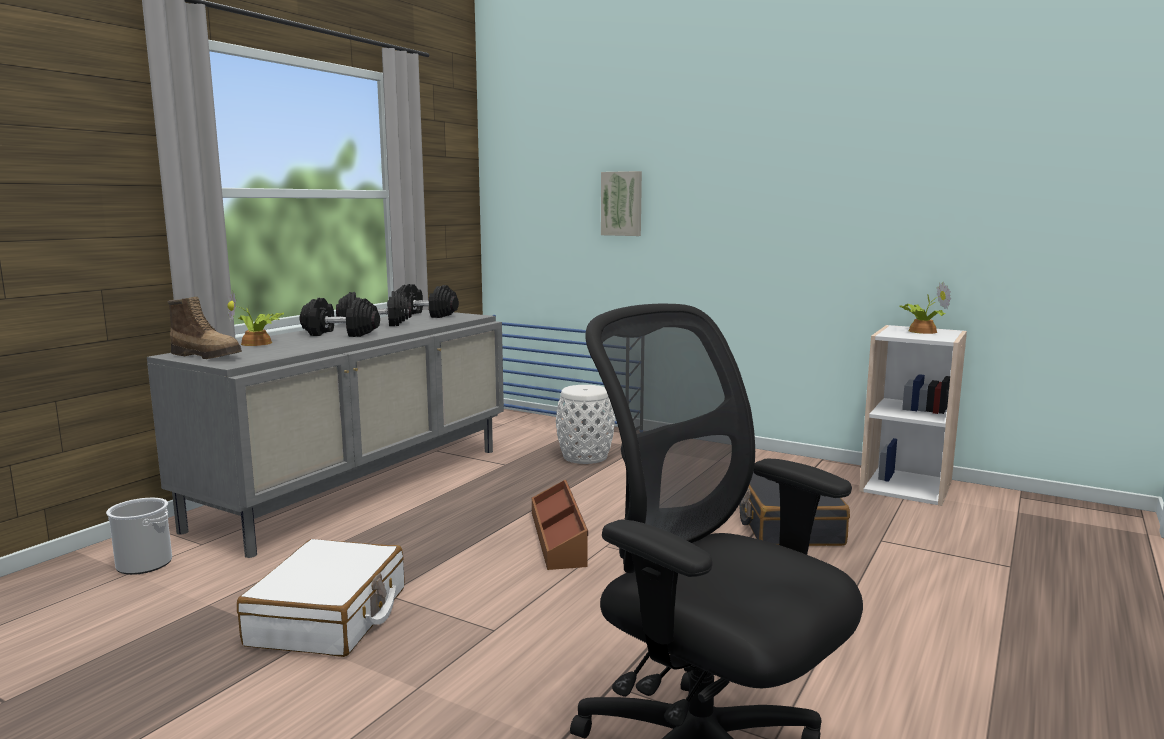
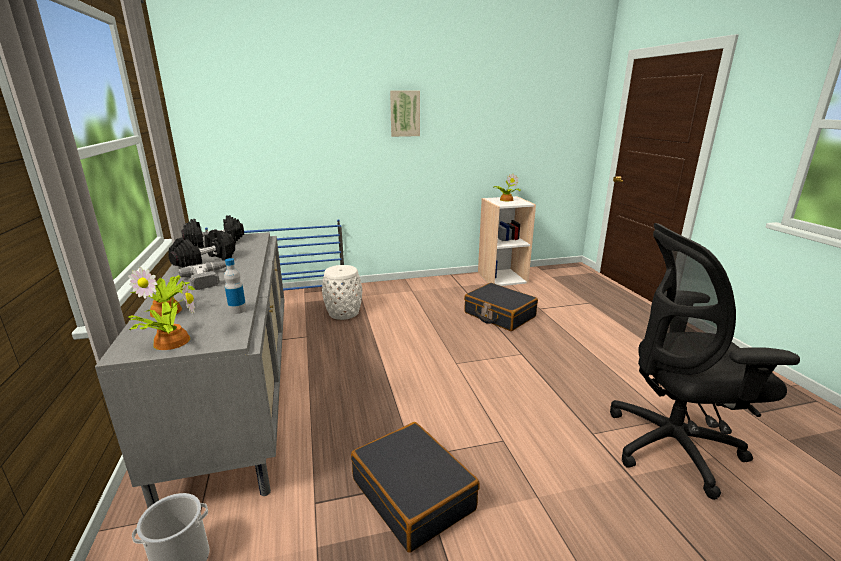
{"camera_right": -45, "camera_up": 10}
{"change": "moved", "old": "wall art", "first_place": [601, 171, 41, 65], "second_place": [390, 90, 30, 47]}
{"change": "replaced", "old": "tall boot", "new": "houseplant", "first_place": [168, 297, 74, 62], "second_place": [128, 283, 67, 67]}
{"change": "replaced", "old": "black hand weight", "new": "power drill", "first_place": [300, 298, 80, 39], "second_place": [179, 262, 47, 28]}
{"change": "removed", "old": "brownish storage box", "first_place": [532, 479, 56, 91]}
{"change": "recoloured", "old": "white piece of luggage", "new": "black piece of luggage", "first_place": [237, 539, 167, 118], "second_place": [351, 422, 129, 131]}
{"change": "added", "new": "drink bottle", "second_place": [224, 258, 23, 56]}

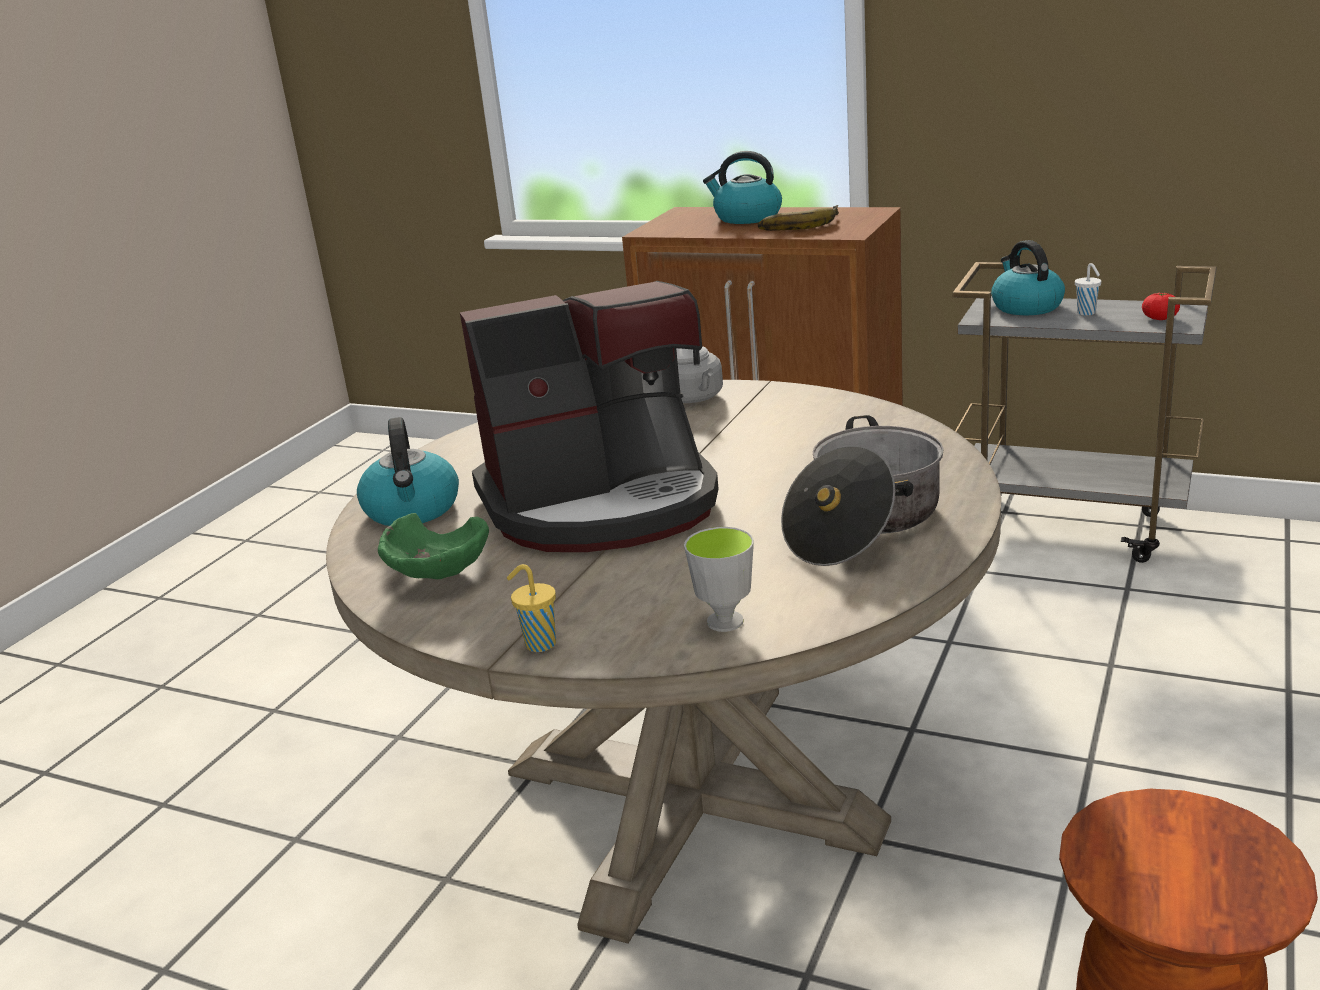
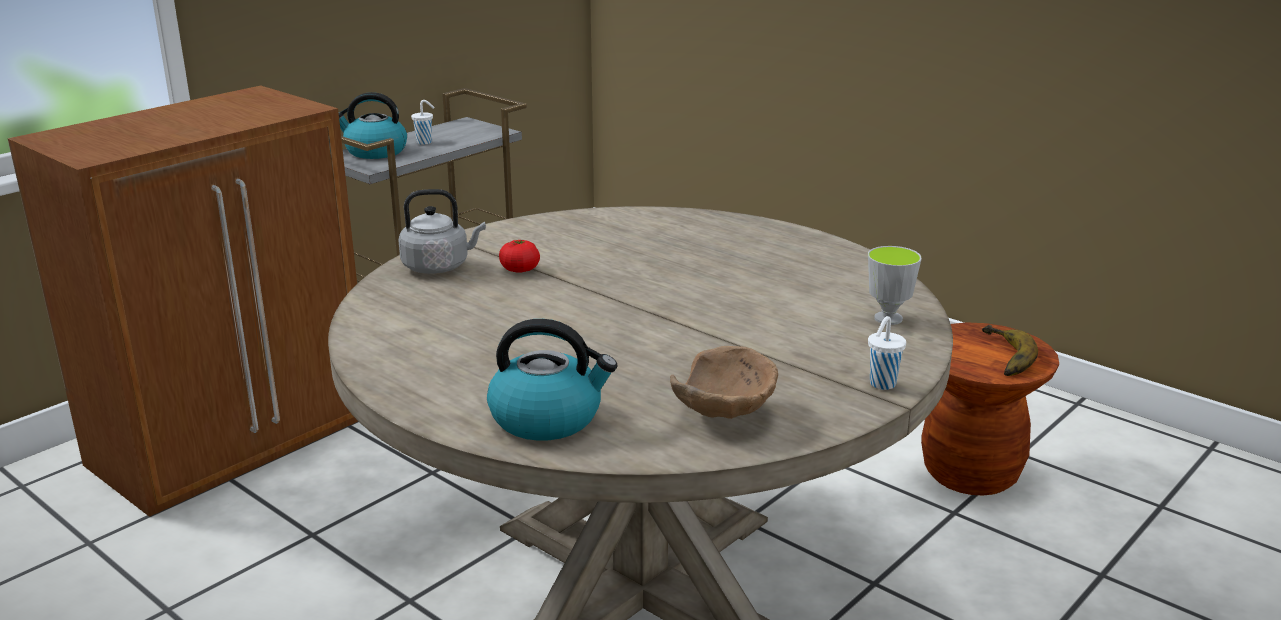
{"camera_right": -75, "camera_up": 0}
{"change": "removed", "old": "water kettle", "first_place": [703, 151, 79, 73]}
{"change": "moved", "old": "banana fruit", "first_place": [758, 205, 81, 26], "second_place": [982, 325, 56, 51]}
{"change": "removed", "old": "coffee maker", "first_place": [460, 281, 258, 271]}
{"change": "moved", "old": "whole tomato", "first_place": [1142, 293, 38, 27], "second_place": [499, 240, 41, 32]}
{"change": "removed", "old": "saucepot", "first_place": [781, 415, 162, 151]}
{"change": "recoloured", "old": "green bowl", "new": "brownish bowl", "first_place": [378, 513, 111, 66], "second_place": [670, 346, 108, 73]}
{"change": "recoloured", "old": "yellow-coloured small cup", "new": "white small cup", "first_place": [507, 564, 49, 88], "second_place": [868, 316, 38, 74]}

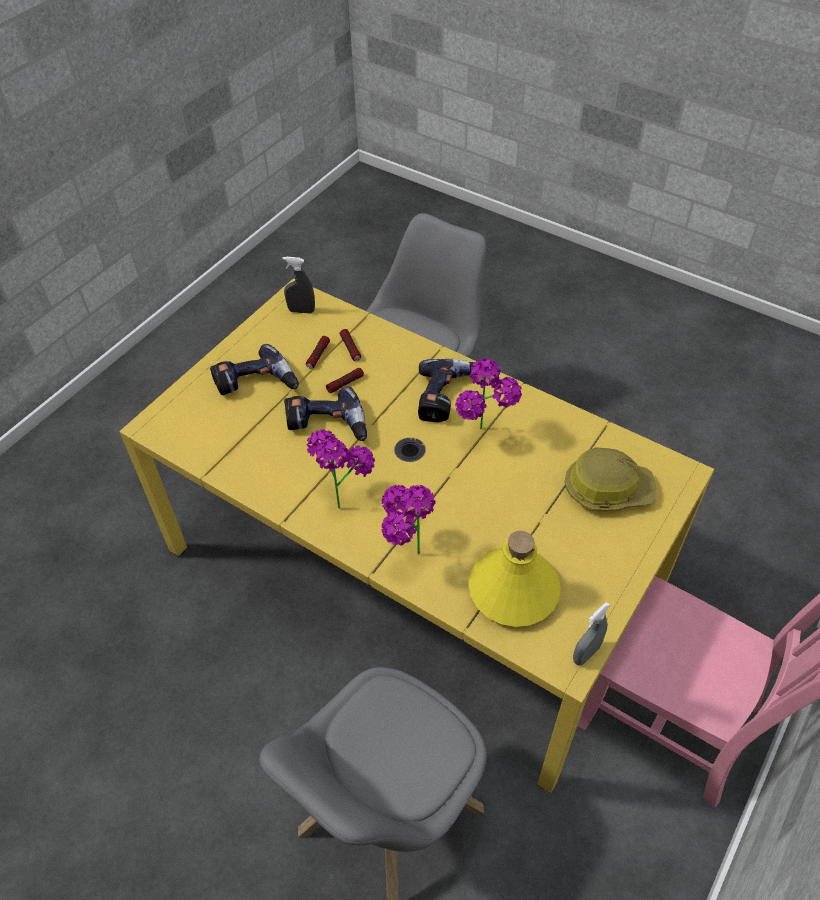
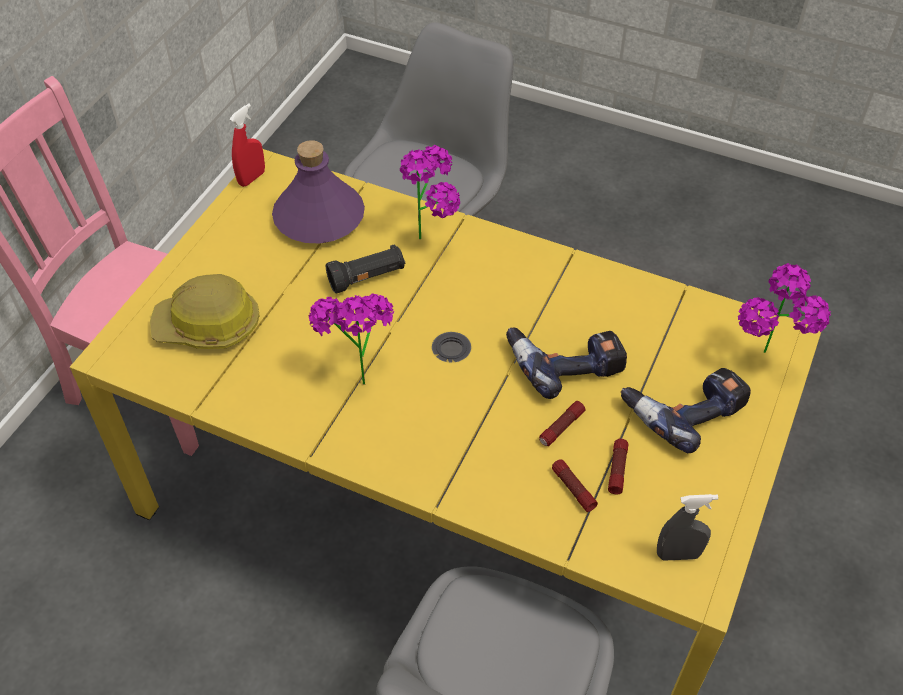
{"camera_right": 170, "camera_up": 0}
{"change": "removed", "old": "power drill", "first_place": [418, 359, 67, 63]}
{"change": "moved", "old": "houseplant", "first_place": [306, 429, 69, 79], "second_place": [738, 263, 93, 90]}
{"change": "recoloured", "old": "yellow-coloured drink bottle", "new": "purple drink bottle", "first_place": [468, 531, 93, 96], "second_place": [272, 140, 93, 103]}
{"change": "recoloured", "old": "gray hand sprayer", "new": "red-coloured hand sprayer", "first_place": [573, 602, 37, 64], "second_place": [229, 104, 36, 83]}
{"change": "added", "new": "black torch", "second_place": [326, 244, 79, 50]}

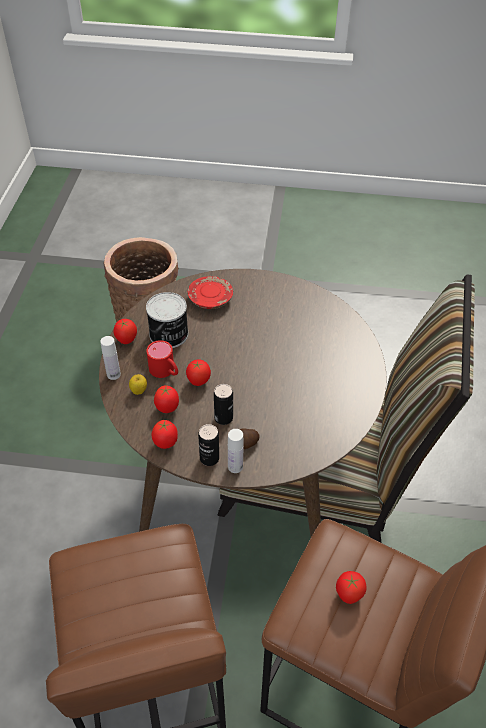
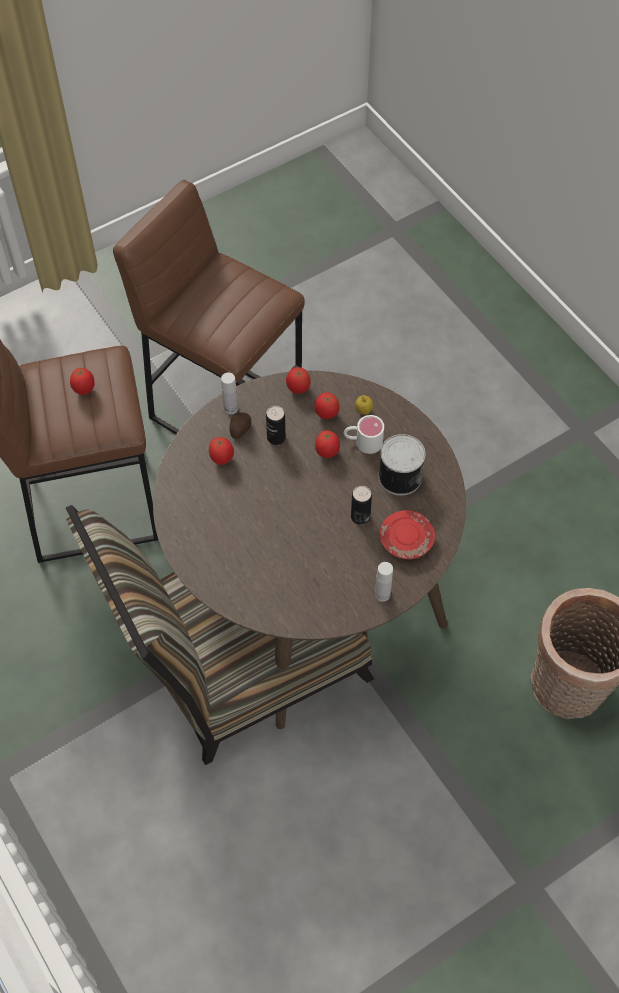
{"camera_right": 140, "camera_up": 10}
{"change": "moved", "old": "whole tomato", "first_place": [113, 319, 24, 25], "second_place": [209, 437, 25, 28]}
{"change": "moved", "old": "white drink bottle", "first_place": [100, 336, 21, 44], "second_place": [375, 562, 18, 40]}
{"change": "recoloured", "old": "red-coloured mug", "new": "white mug", "first_place": [147, 340, 31, 38], "second_place": [344, 415, 40, 39]}
{"change": "moved", "old": "metal can", "first_place": [198, 424, 21, 42], "second_place": [351, 486, 21, 39]}

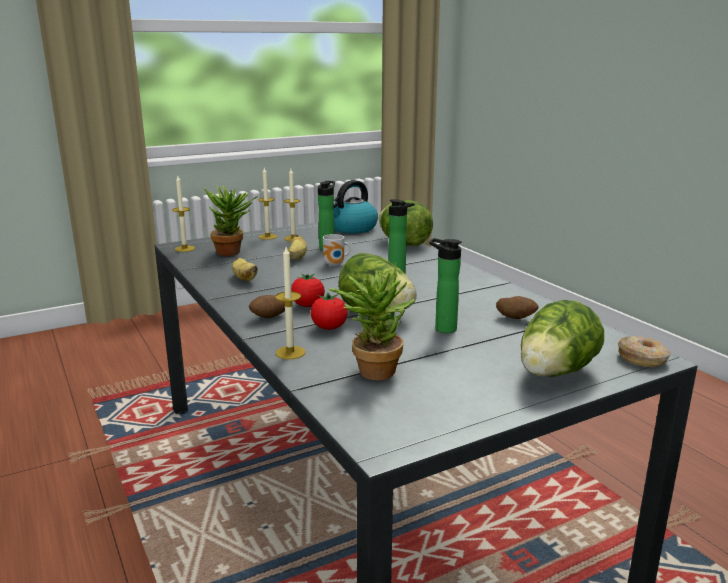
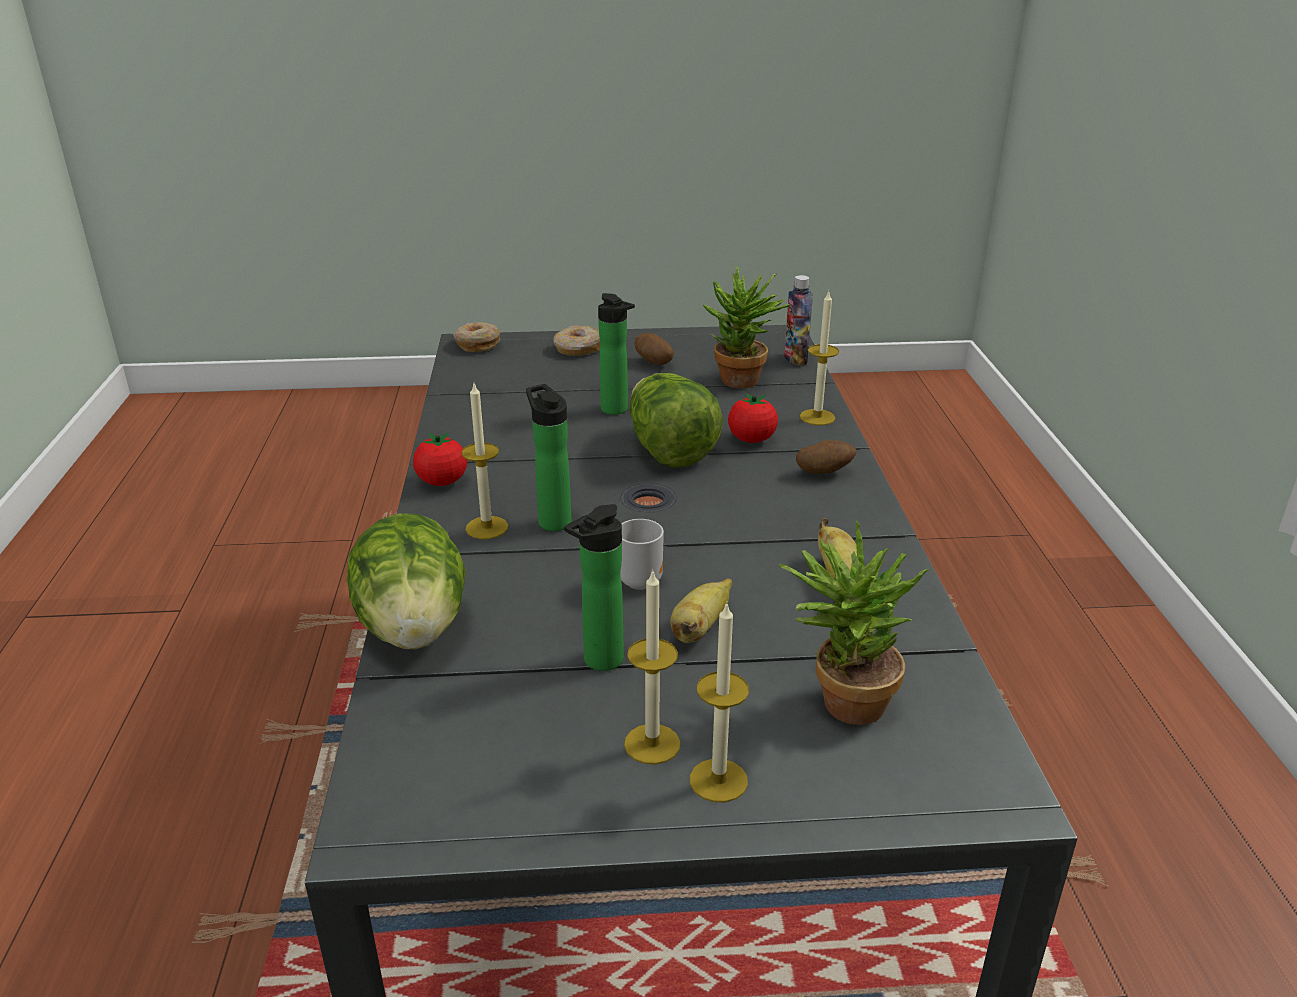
{"camera_right": -155, "camera_up": 10}
{"change": "moved", "old": "wax light", "first_place": [172, 176, 23, 76], "second_place": [461, 384, 47, 155]}
{"change": "removed", "old": "water kettle", "first_place": [333, 180, 45, 54]}
{"change": "moved", "old": "whole tomato", "first_place": [291, 273, 34, 34], "second_place": [413, 432, 54, 54]}
{"change": "moved", "old": "spud", "first_place": [496, 296, 43, 23], "second_place": [635, 333, 39, 32]}
{"change": "replaced", "old": "head of lettuce", "new": "doughnut", "first_place": [521, 300, 83, 77], "second_place": [553, 325, 47, 31]}
{"change": "added", "new": "drink bottle", "second_place": [784, 275, 29, 90]}

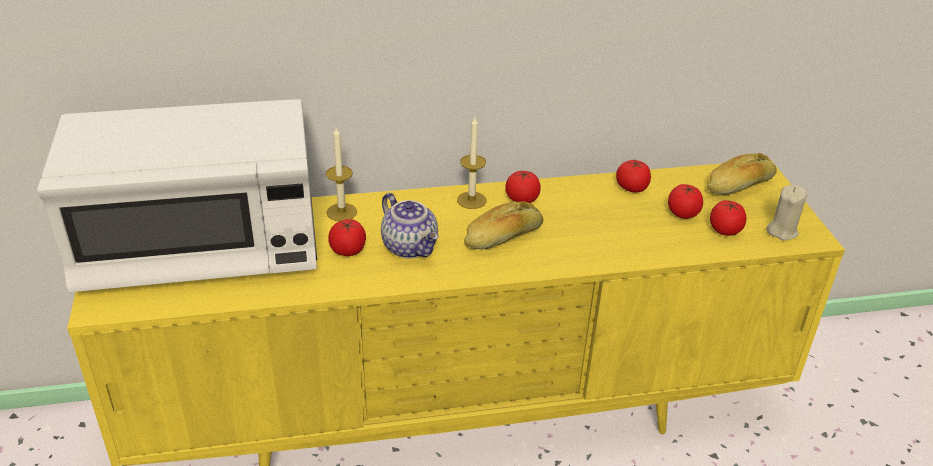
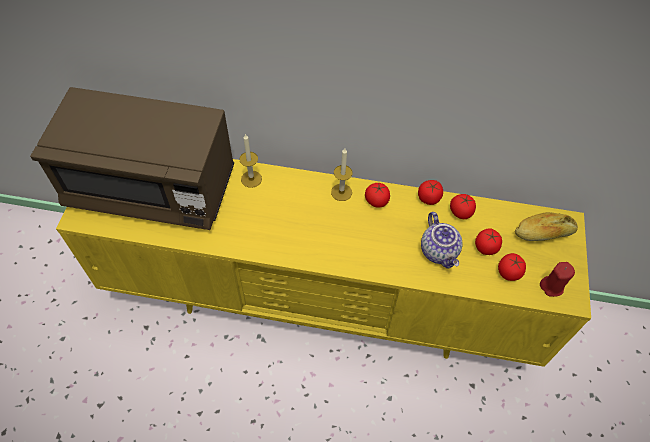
{"camera_right": 20, "camera_up": 20}
{"change": "recoloured", "old": "white kitchen microwave", "new": "brownish kitchen microwave", "first_place": [37, 99, 280, 193], "second_place": [30, 87, 204, 143]}
{"change": "recoloured", "old": "sand-coloured wax light", "new": "red-coloured wax light", "first_place": [766, 185, 41, 55], "second_place": [540, 262, 35, 35]}
{"change": "moved", "old": "pot for tea", "first_place": [381, 193, 58, 66], "second_place": [421, 212, 42, 56]}
{"change": "removed", "old": "bread", "first_place": [464, 201, 79, 48]}
{"change": "moved", "old": "whole tomato", "first_place": [328, 219, 38, 37], "second_place": [418, 180, 25, 25]}

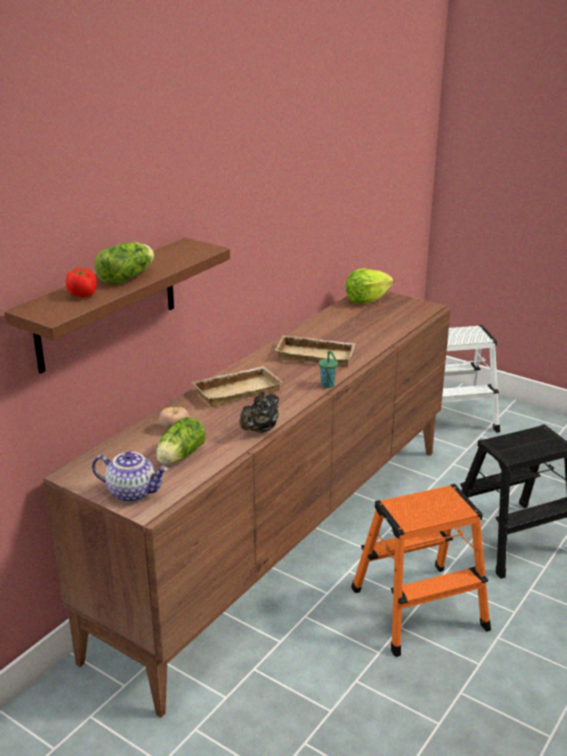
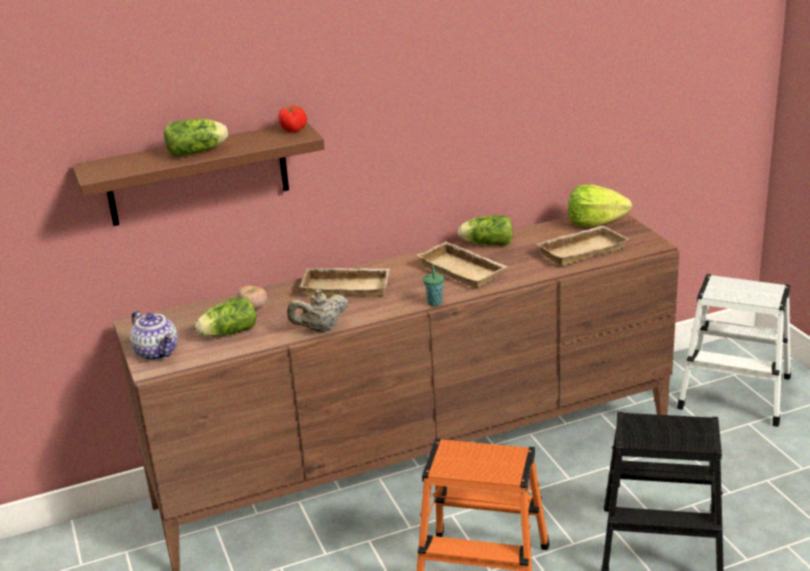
{"camera_right": 35, "camera_up": 0}
{"change": "moved", "old": "whole tomato", "first_place": [66, 268, 31, 30], "second_place": [278, 106, 29, 26]}
{"change": "recoloured", "old": "black pot for tea", "new": "sand-coloured pot for tea", "first_place": [239, 392, 40, 41], "second_place": [287, 290, 62, 42]}
{"change": "added", "new": "head of lettuce", "second_place": [458, 215, 55, 31]}
{"change": "added", "new": "sand-coloured serving tray", "second_place": [536, 225, 92, 41]}

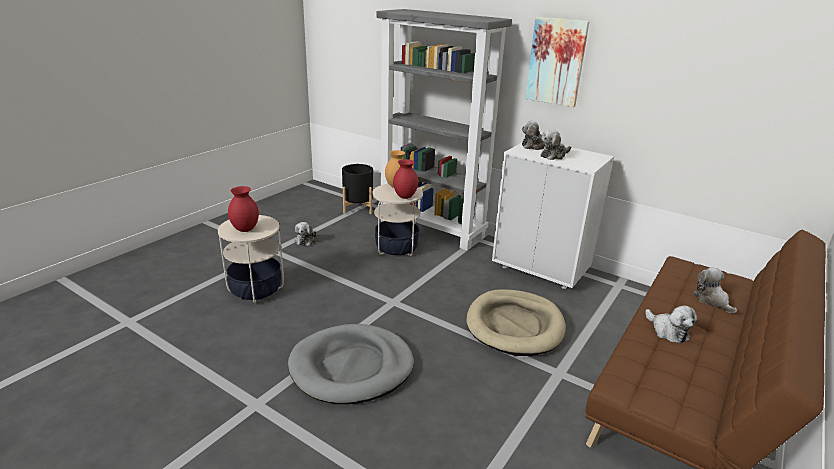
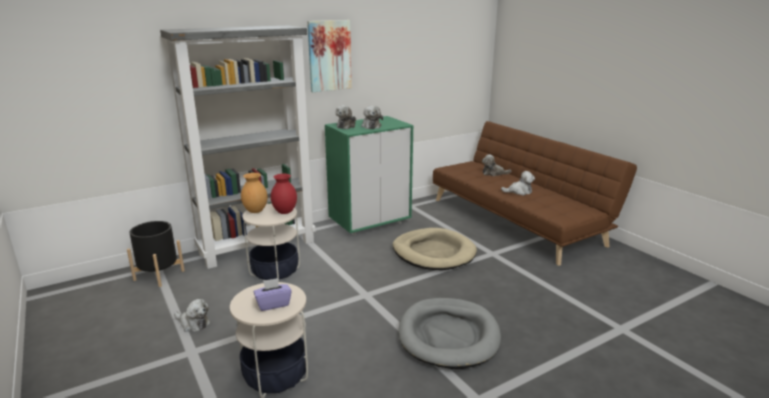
{"camera_right": -65, "camera_up": -5}
{"change": "recoloured", "old": "white storage cabinet", "new": "green storage cabinet", "first_place": [492, 143, 122, 146], "second_place": [325, 116, 88, 119]}
{"change": "replaced", "old": "red-coloured decorative vase", "new": "purple tissue box", "first_place": [228, 186, 31, 46], "second_place": [254, 278, 38, 33]}

